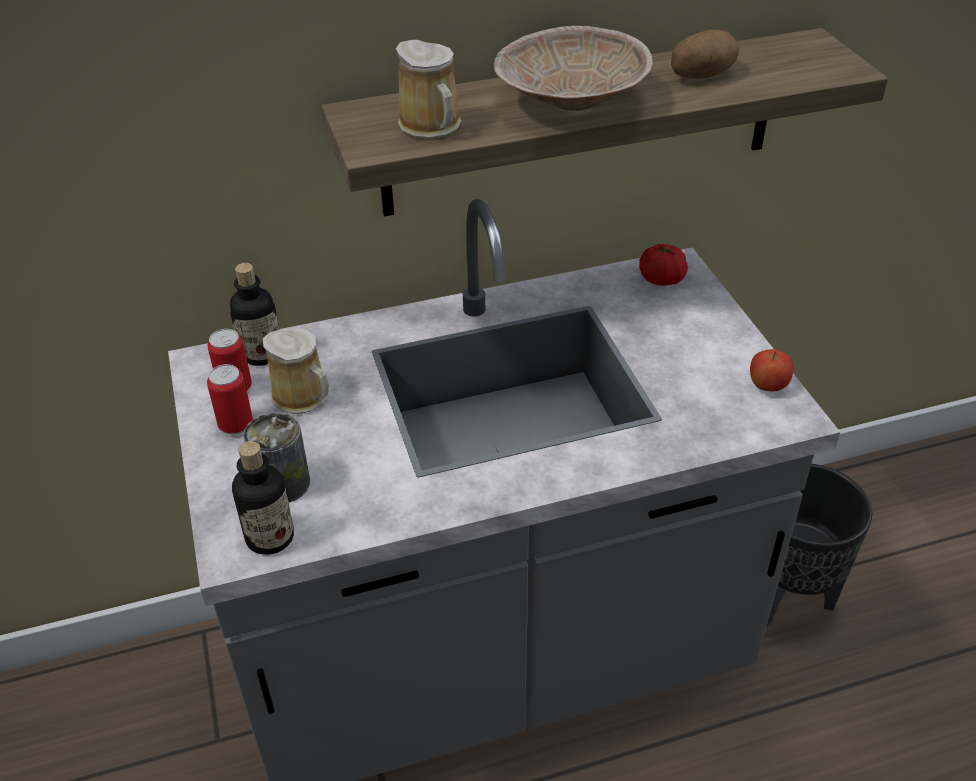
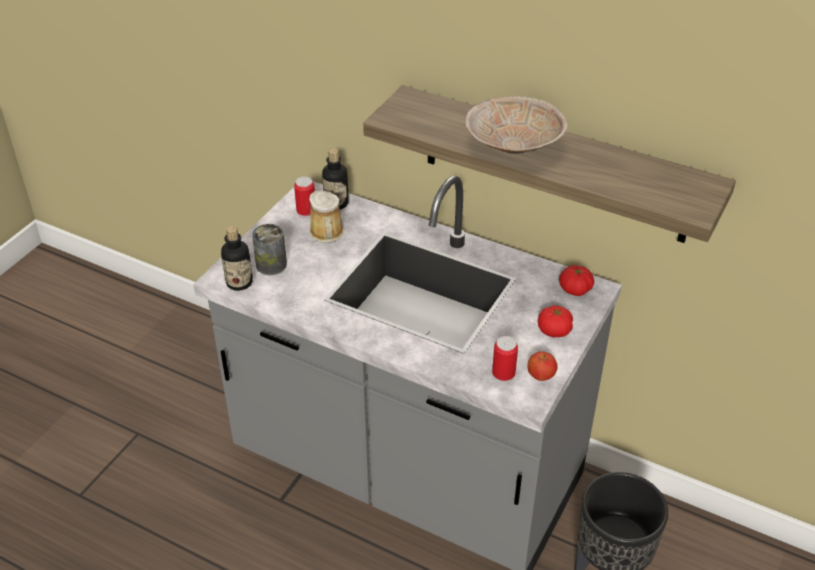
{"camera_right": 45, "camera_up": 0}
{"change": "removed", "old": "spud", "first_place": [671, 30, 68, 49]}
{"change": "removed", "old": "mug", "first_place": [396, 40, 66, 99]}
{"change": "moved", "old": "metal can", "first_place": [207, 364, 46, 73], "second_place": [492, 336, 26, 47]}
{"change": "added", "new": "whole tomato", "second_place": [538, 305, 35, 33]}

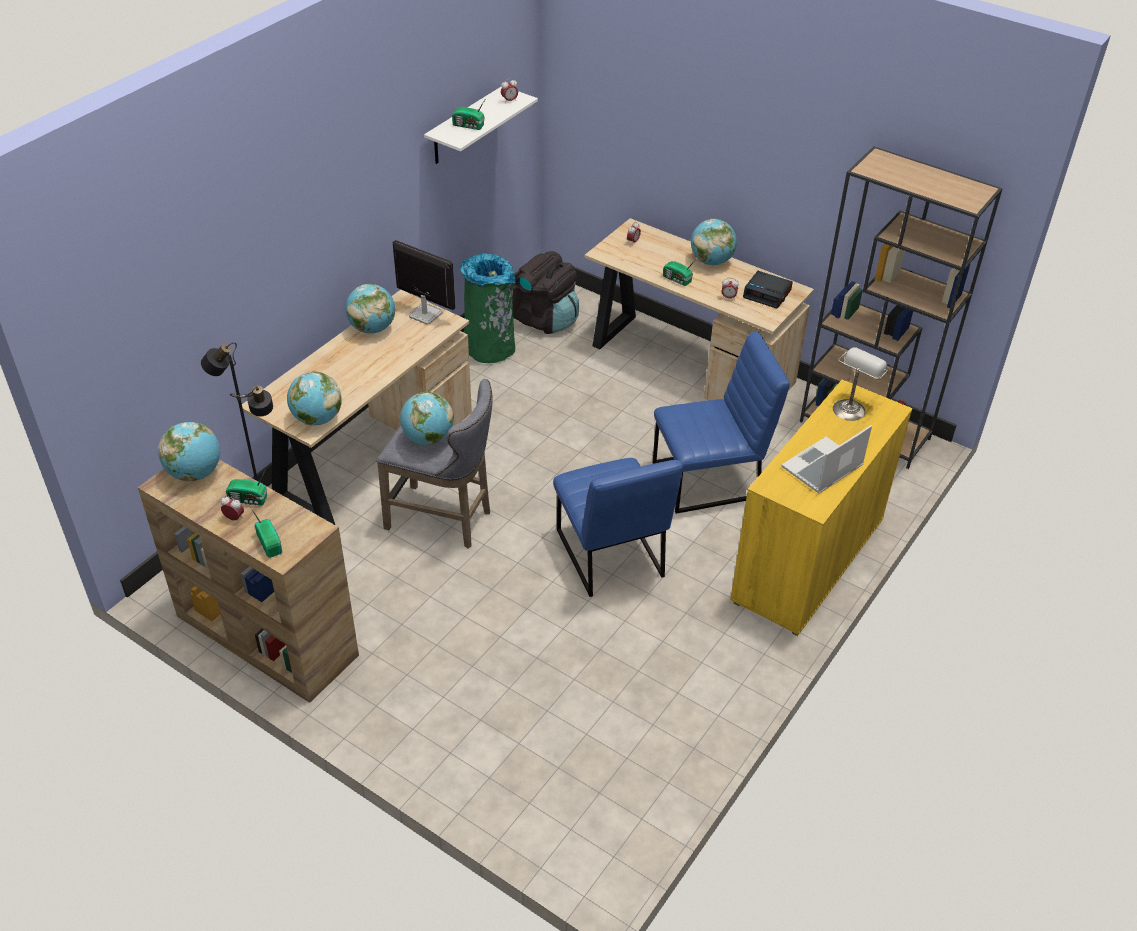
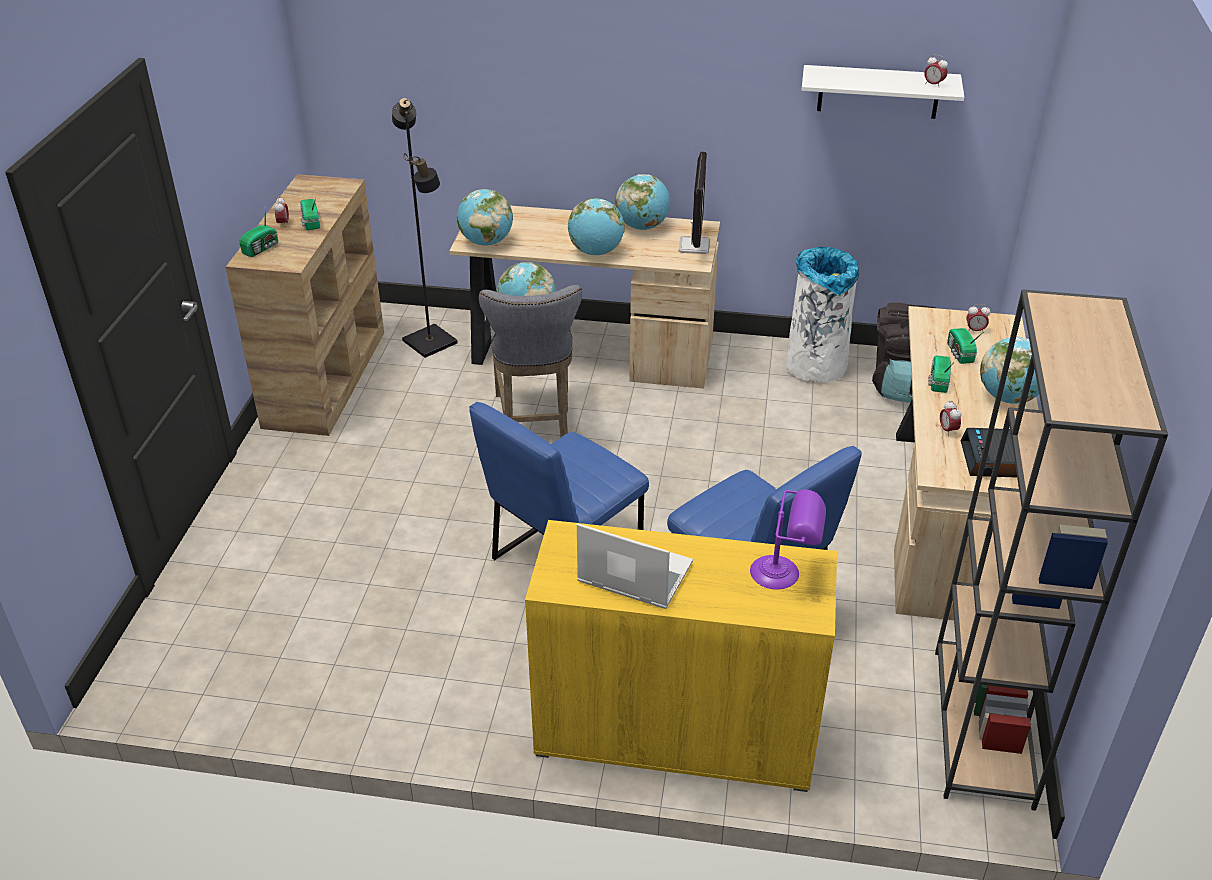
{"camera_right": 65, "camera_up": -5}
{"change": "moved", "old": "radio", "first_place": [452, 98, 34, 32], "second_place": [947, 328, 35, 36]}
{"change": "recoloured", "old": "green trash can", "new": "white trash can", "first_place": [460, 253, 55, 110], "second_place": [785, 246, 74, 137]}
{"change": "recoloured", "old": "white lamp for a table", "new": "purple lamp for a table", "first_place": [833, 347, 55, 74], "second_place": [750, 489, 76, 101]}
{"change": "moved", "old": "globe", "first_place": [158, 422, 62, 59], "second_place": [568, 198, 56, 57]}

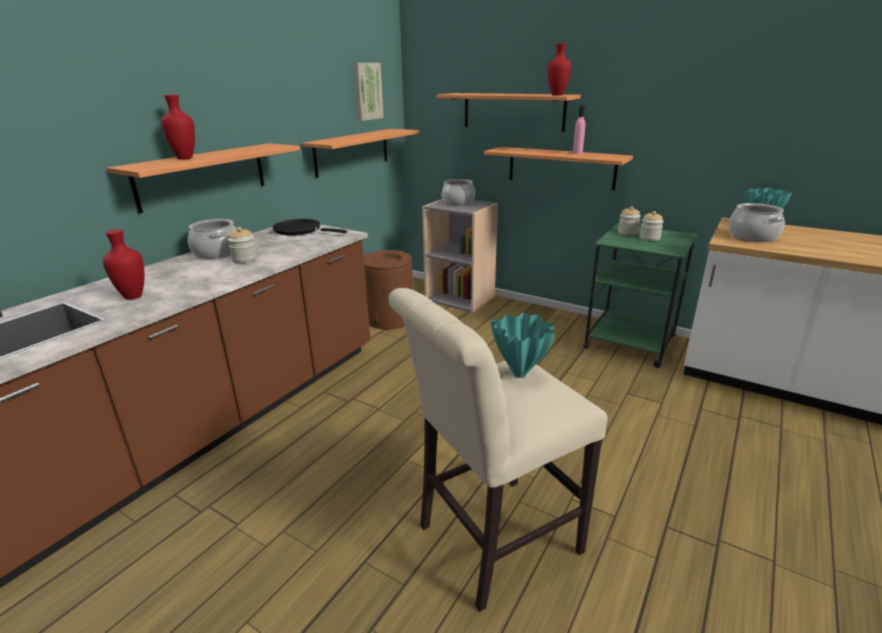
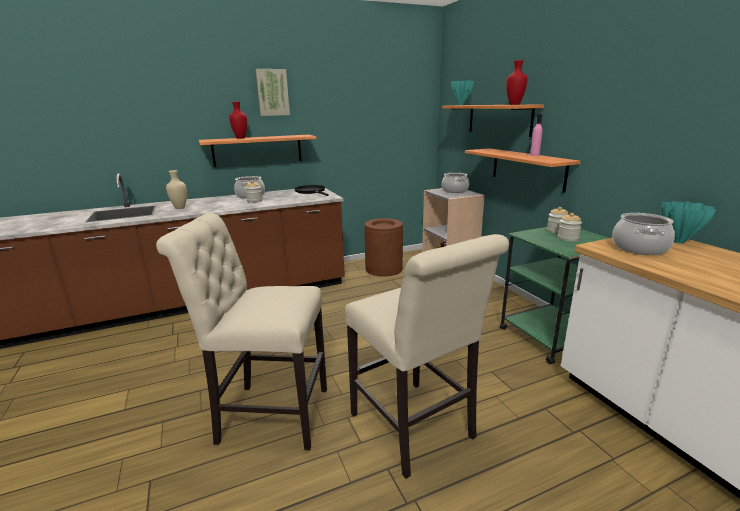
{"camera_right": 35, "camera_up": -5}
{"change": "moved", "old": "wall art", "first_place": [353, 63, 31, 58], "second_place": [255, 69, 35, 47]}
{"change": "removed", "old": "shelf", "first_place": [302, 129, 117, 49]}
{"change": "recoloured", "old": "red-coloured decorative vase", "new": "sand-coloured decorative vase", "first_place": [103, 229, 41, 70], "second_place": [166, 170, 21, 39]}
{"change": "moved", "old": "turquoise-coloured decorative vase", "first_place": [491, 313, 64, 65], "second_place": [451, 80, 23, 25]}
{"change": "added", "new": "sand-coloured sitting stool", "second_place": [345, 234, 164, 245]}

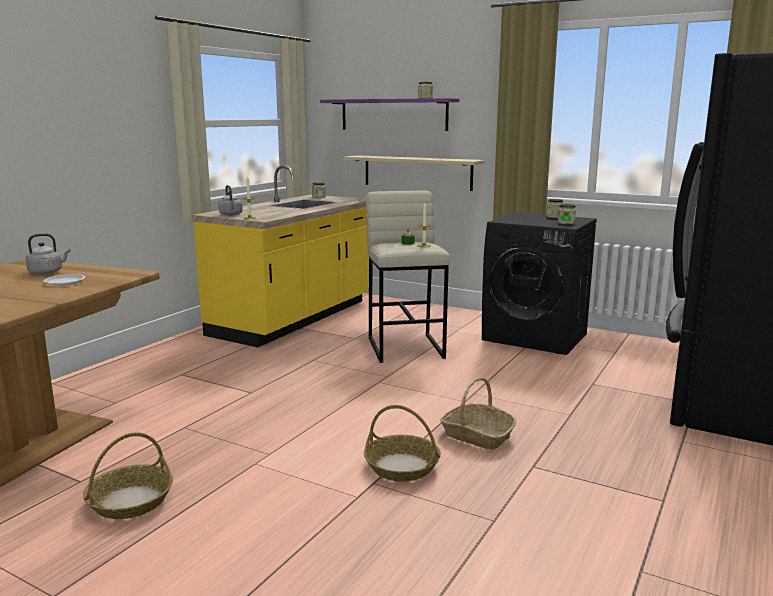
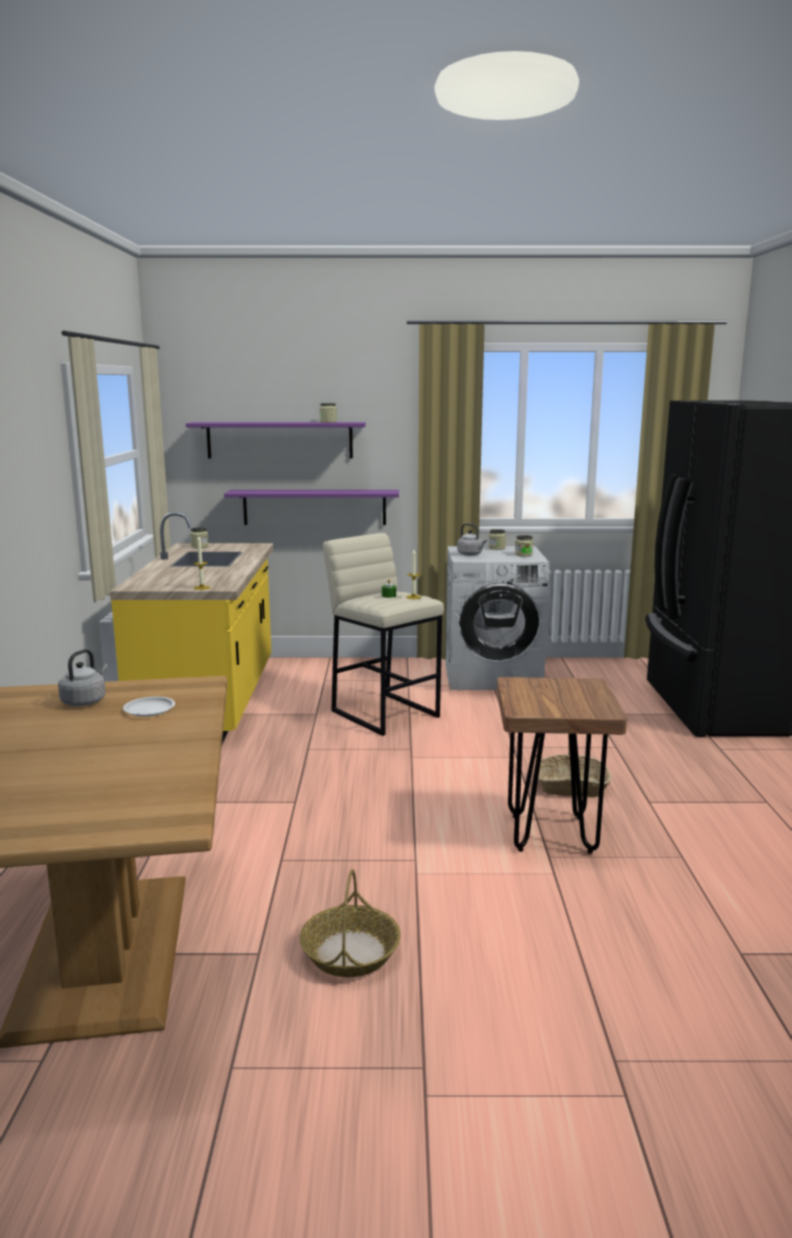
{"camera_right": -30, "camera_up": 0}
{"change": "recoloured", "old": "sand-coloured shelf", "new": "purple shelf", "first_place": [344, 155, 141, 36], "second_place": [224, 490, 175, 35]}
{"change": "moved", "old": "gray water kettle", "first_place": [218, 185, 25, 31], "second_place": [457, 523, 30, 33]}
{"change": "recoloured", "old": "black laundry machine", "new": "white laundry machine", "first_place": [482, 212, 115, 143], "second_place": [445, 546, 104, 144]}
{"change": "replaced", "old": "household basket", "new": "brownish sitting stool", "first_place": [364, 405, 77, 76], "second_place": [497, 677, 130, 177]}

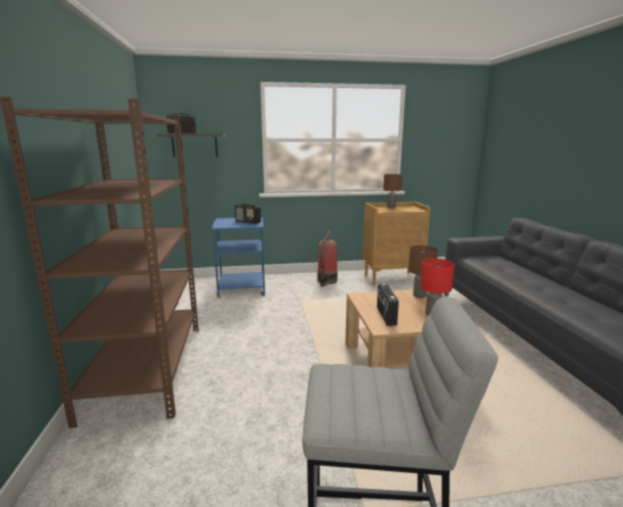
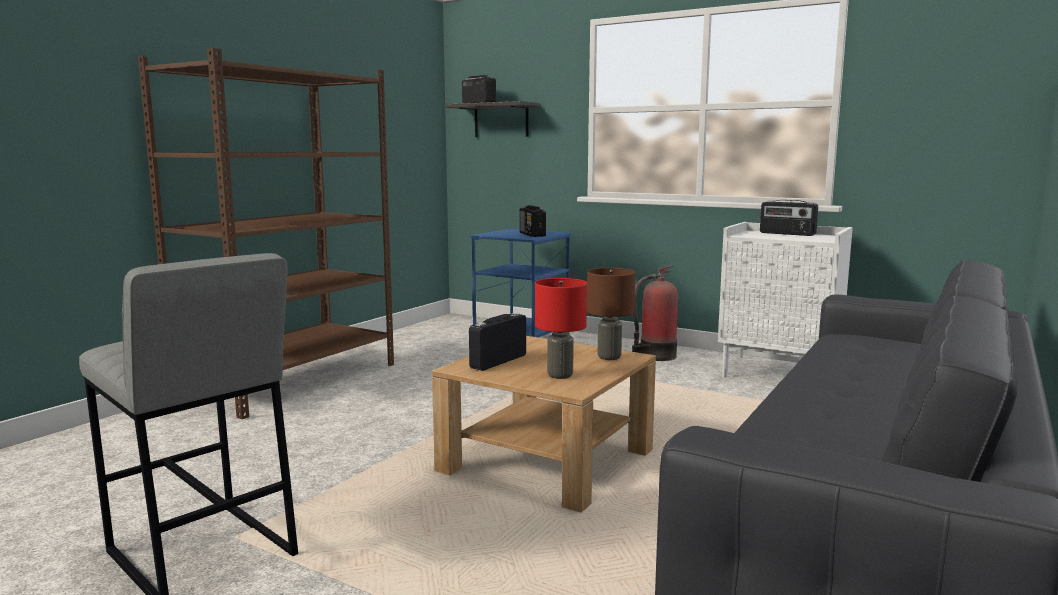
{"camera_right": 40, "camera_up": -5}
{"change": "replaced", "old": "brownish lamp for a table", "new": "radio", "first_place": [383, 174, 19, 34], "second_place": [760, 200, 58, 36]}
{"change": "recoloured", "old": "brownish storage cabinet", "new": "white storage cabinet", "first_place": [363, 201, 68, 84], "second_place": [718, 222, 135, 156]}

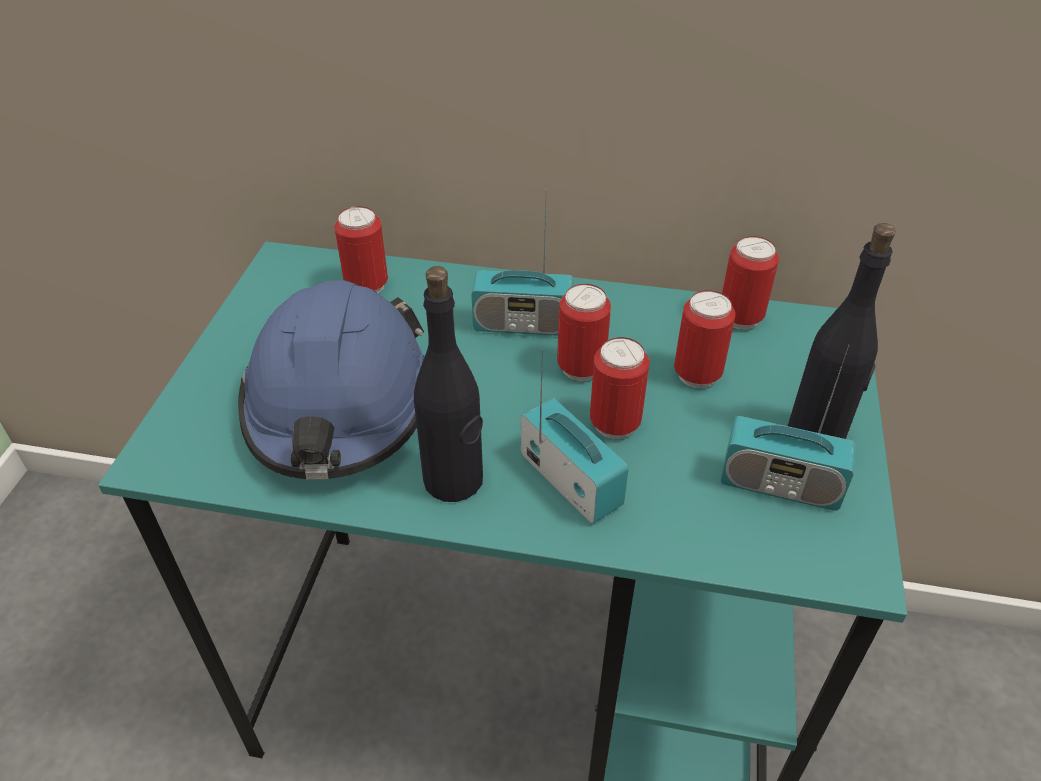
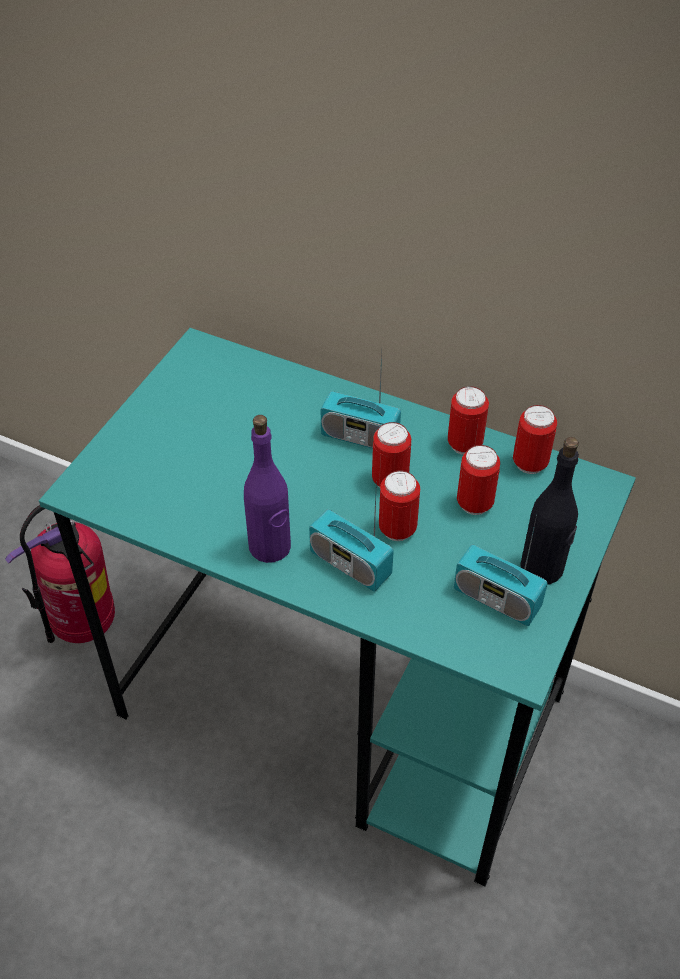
{"camera_right": 15, "camera_up": 5}
{"change": "moved", "old": "metal can", "first_place": [334, 206, 54, 88], "second_place": [448, 386, 41, 69]}
{"change": "recoloured", "old": "black drink bottle", "new": "purple drink bottle", "first_place": [414, 266, 69, 236], "second_place": [244, 415, 47, 148]}
{"change": "removed", "old": "bluish safety helmet", "first_place": [238, 280, 187, 199]}
{"change": "turned", "old": "radio", "first_place": [521, 348, 108, 176], "second_place": [309, 481, 85, 111], "degrees": 150}
{"change": "added", "new": "fire extinguisher", "second_place": [5, 505, 110, 138]}

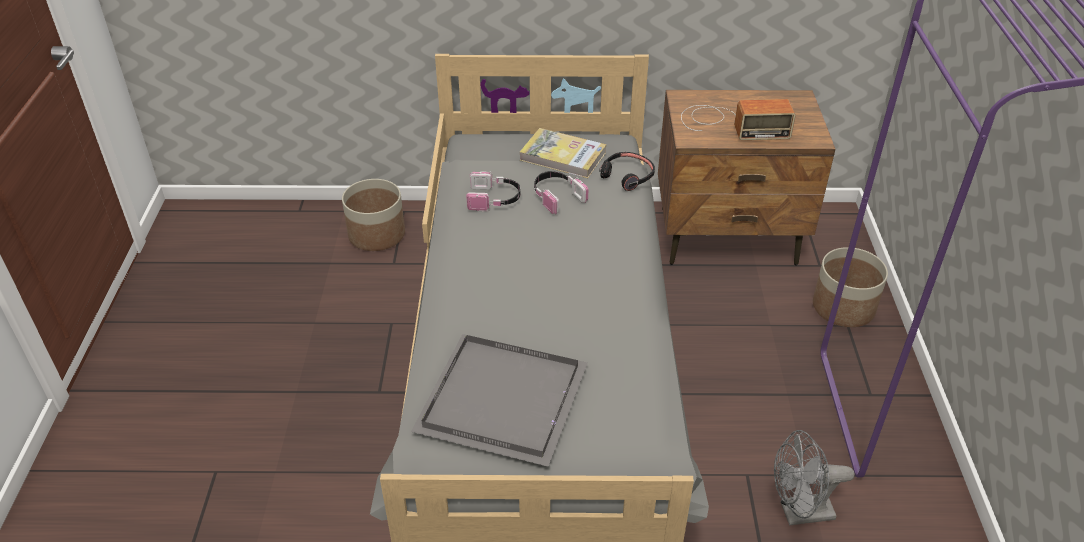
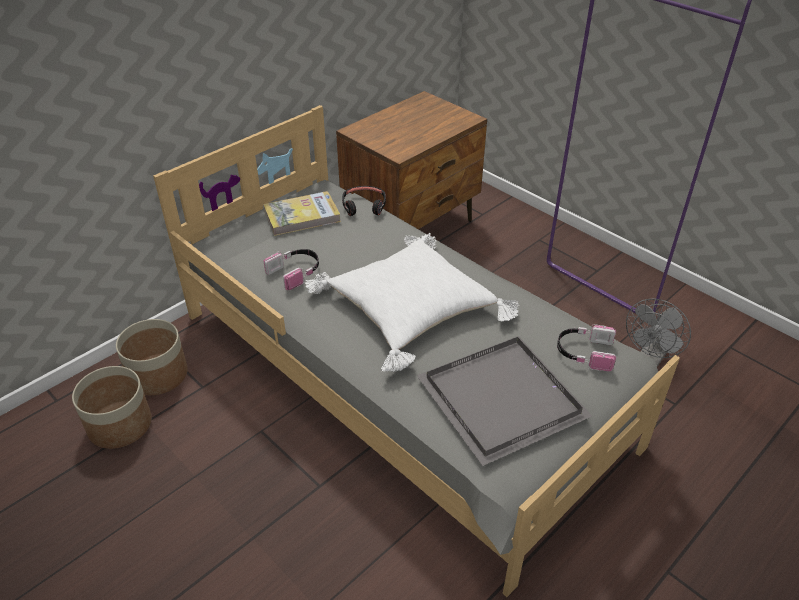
{"camera_right": -45, "camera_up": 0}
{"change": "removed", "old": "radio", "first_place": [681, 99, 115, 41]}
{"change": "moved", "old": "headset", "first_place": [534, 171, 54, 43], "second_place": [557, 324, 59, 48]}
{"change": "moved", "old": "planter", "first_place": [813, 247, 75, 80], "second_place": [72, 366, 80, 83]}
{"change": "added", "new": "white cushion", "second_place": [305, 232, 214, 141]}

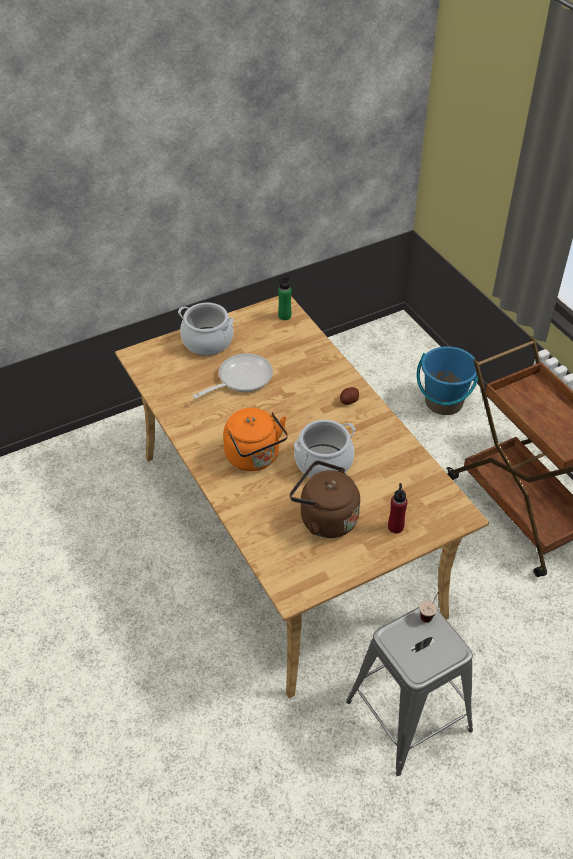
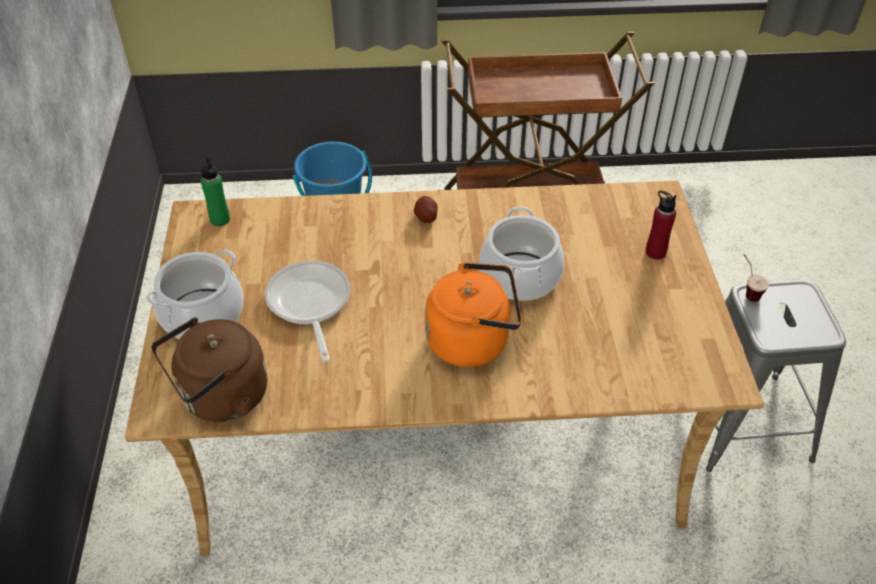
{"camera_right": -65, "camera_up": 0}
{"change": "moved", "old": "brownish water kettle", "first_place": [290, 460, 70, 78], "second_place": [151, 317, 117, 105]}

